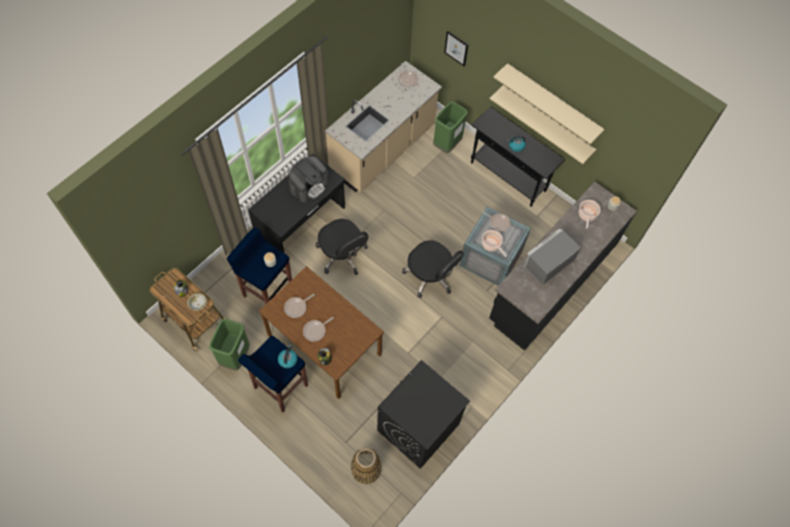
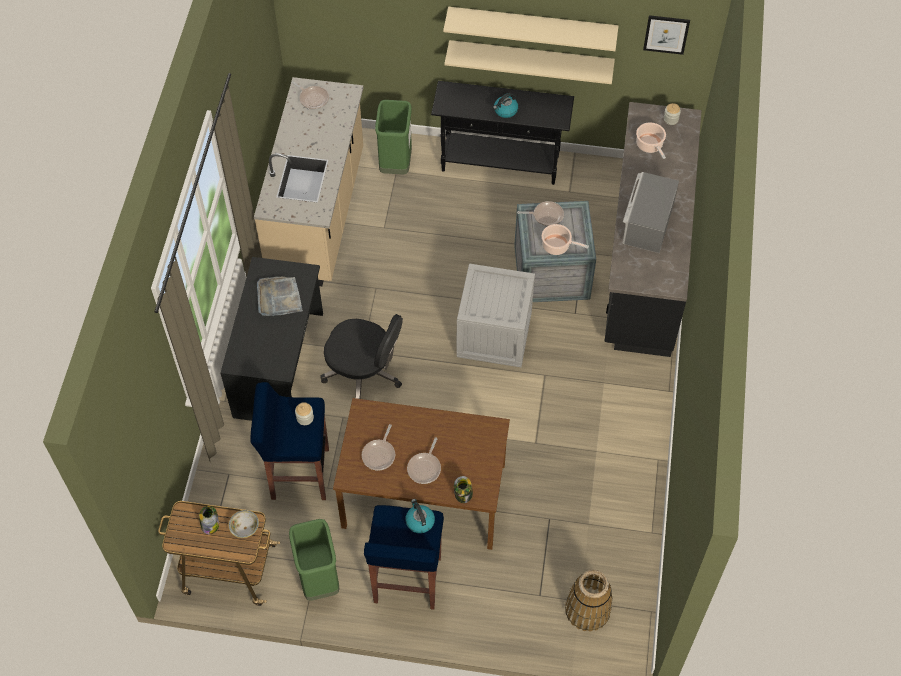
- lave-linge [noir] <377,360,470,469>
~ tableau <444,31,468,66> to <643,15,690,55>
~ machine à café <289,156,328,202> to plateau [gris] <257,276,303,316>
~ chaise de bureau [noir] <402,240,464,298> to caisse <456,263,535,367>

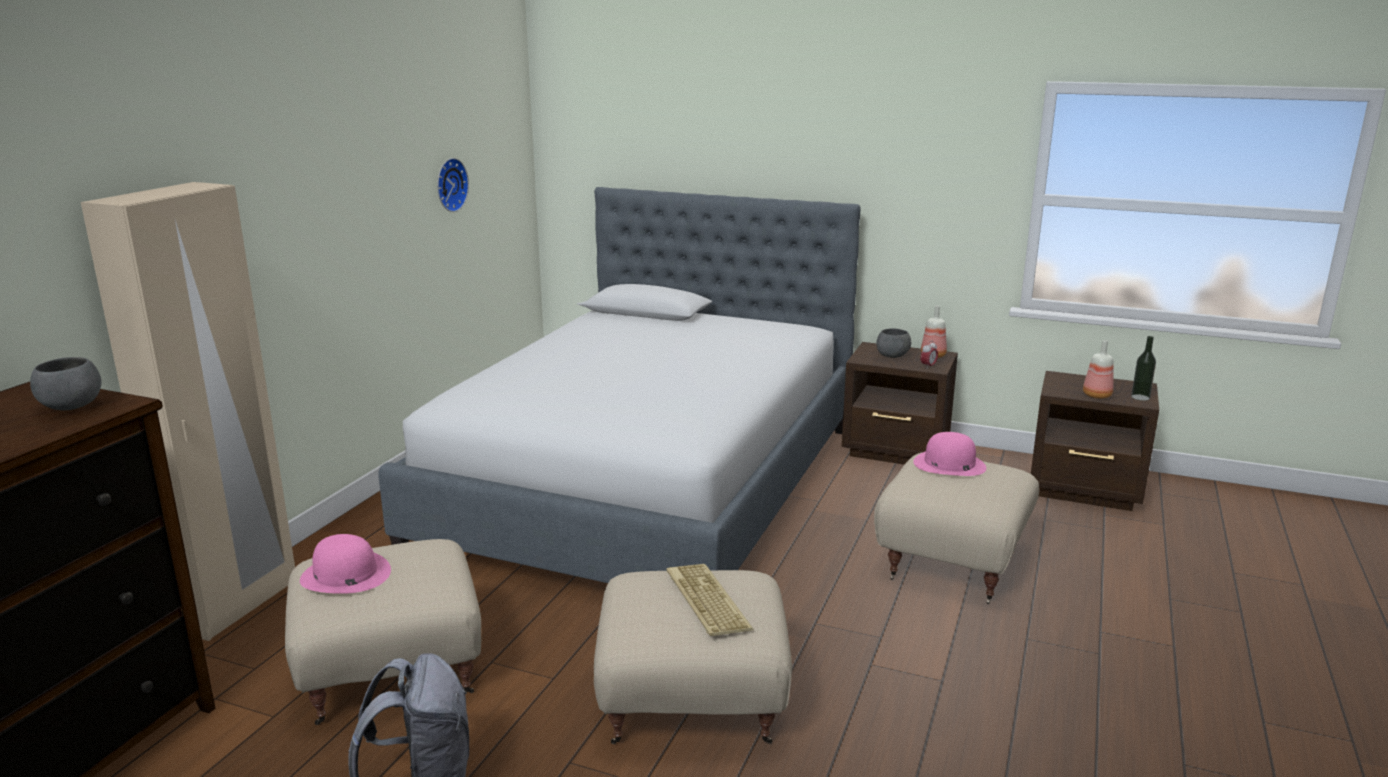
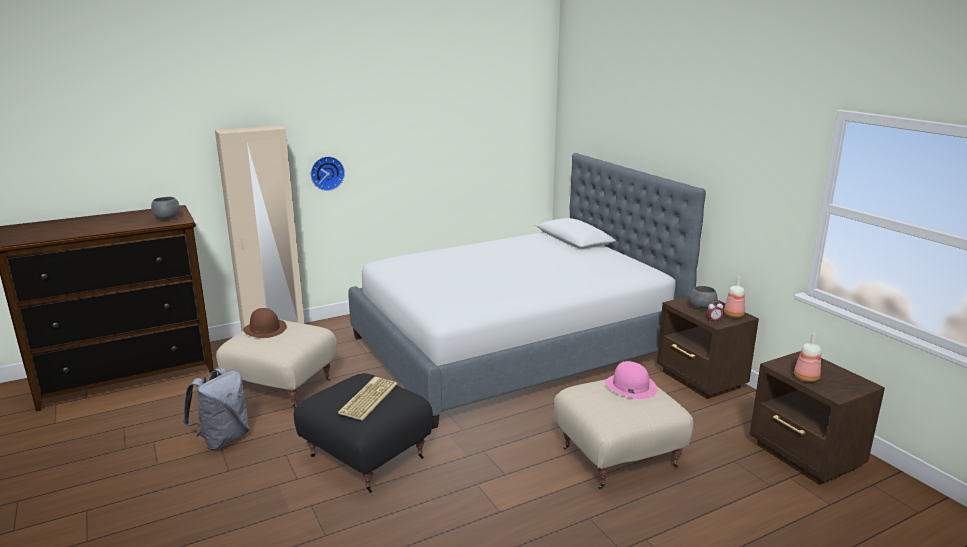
- bouteille <1131,336,1156,401>
~ horloge murale <437,158,469,212> to <311,156,345,191>
~ chapeau [rose] <300,534,391,594> to chapeau [marron] <243,308,287,338>
~ pouf [beige] <594,570,792,744> to pouf [noir] <294,373,433,493>

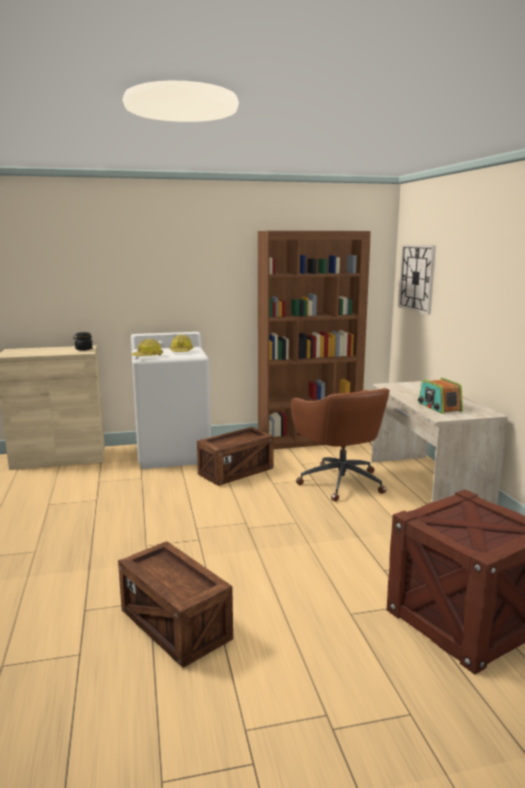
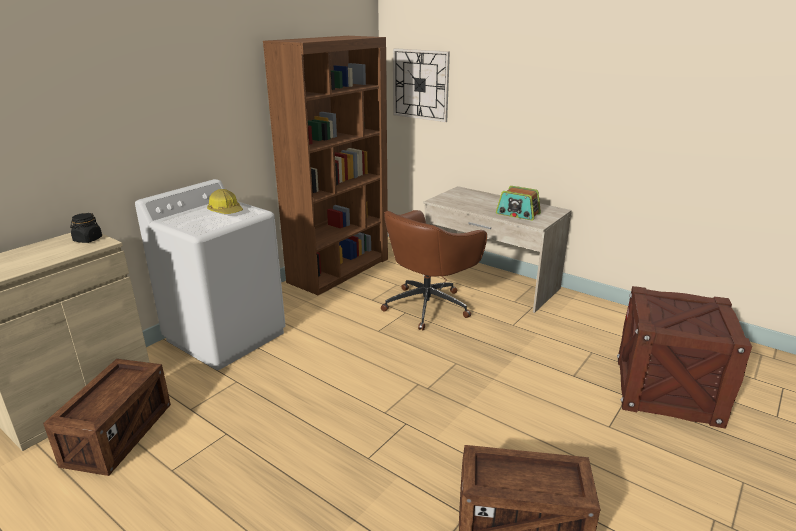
- casque de chantier <131,339,163,356>
~ caisse <197,427,274,486> to <43,359,171,476>
~ chaise de bureau [marron] <290,388,390,502> = <381,210,487,331> 105 degrees clockwise

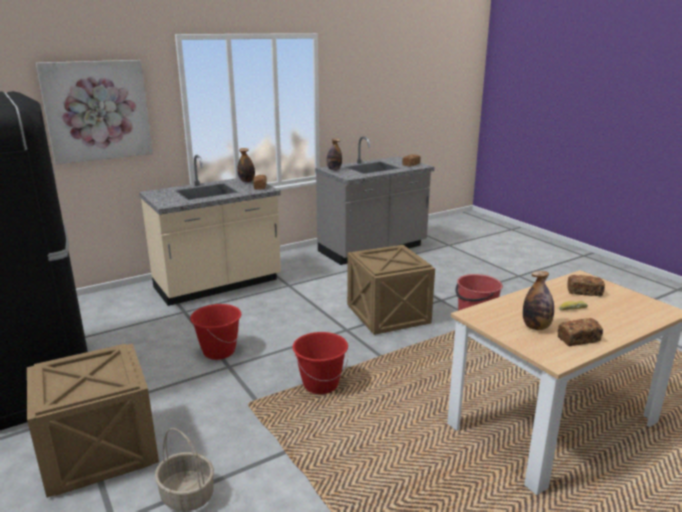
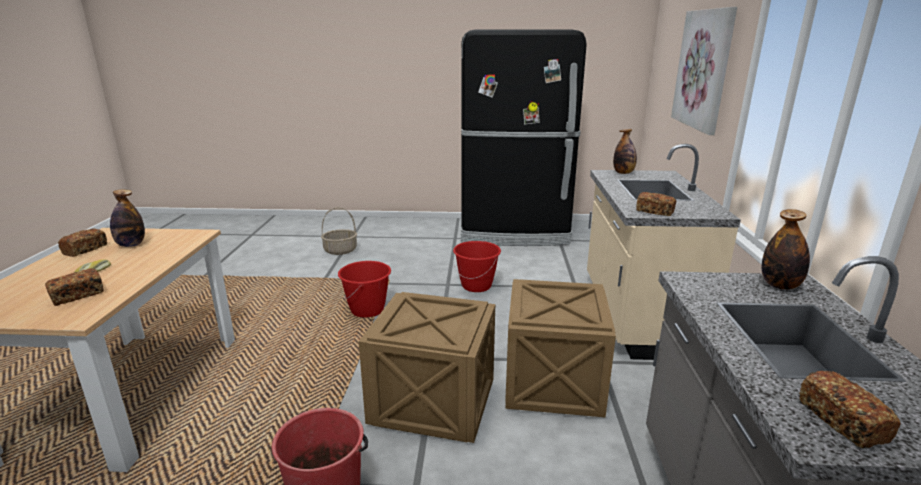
~ caisse <27,343,159,498> to <505,279,616,418>
~ bouteille <237,148,255,182> to <613,129,637,174>

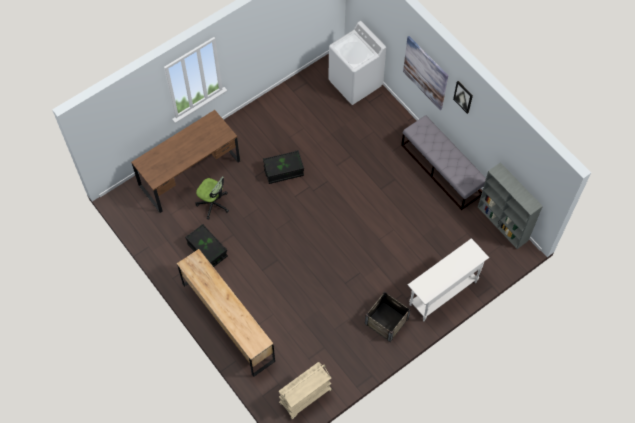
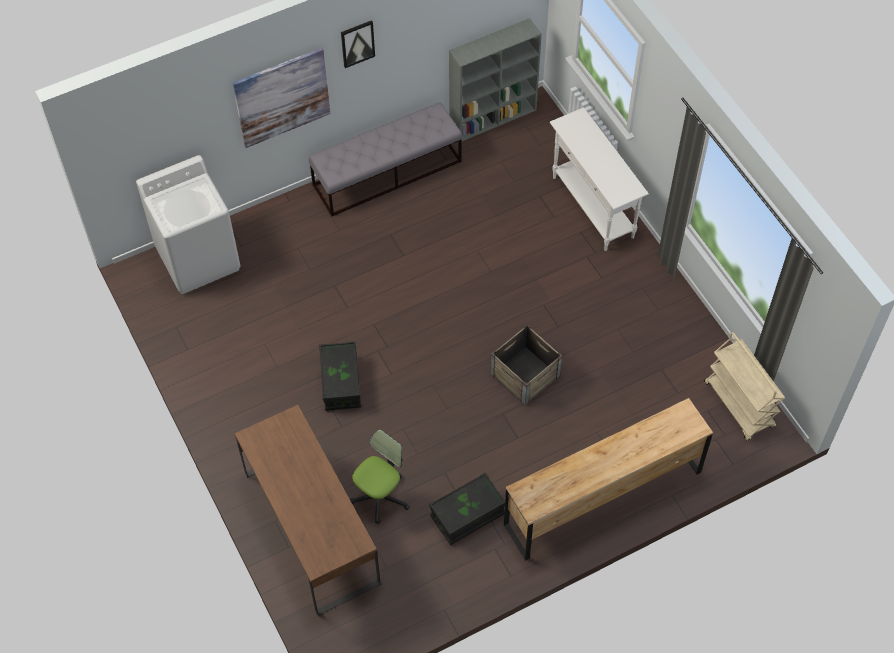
~ caisse <365,291,411,342> to <490,325,562,406>

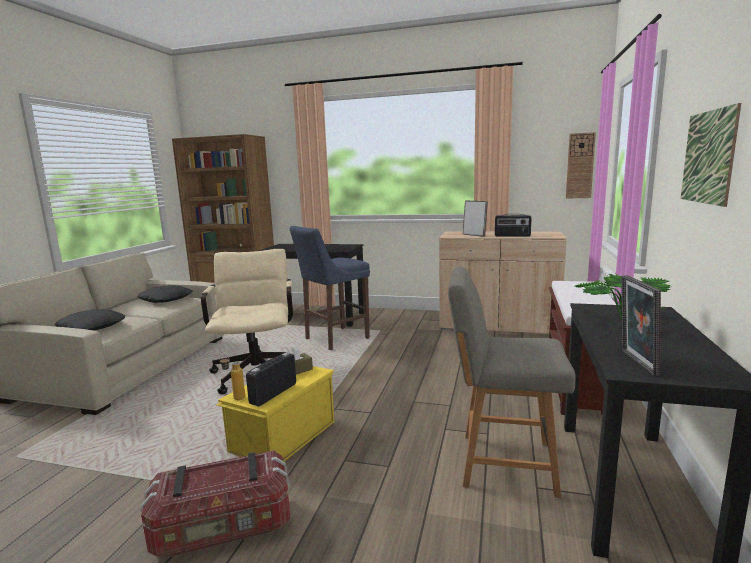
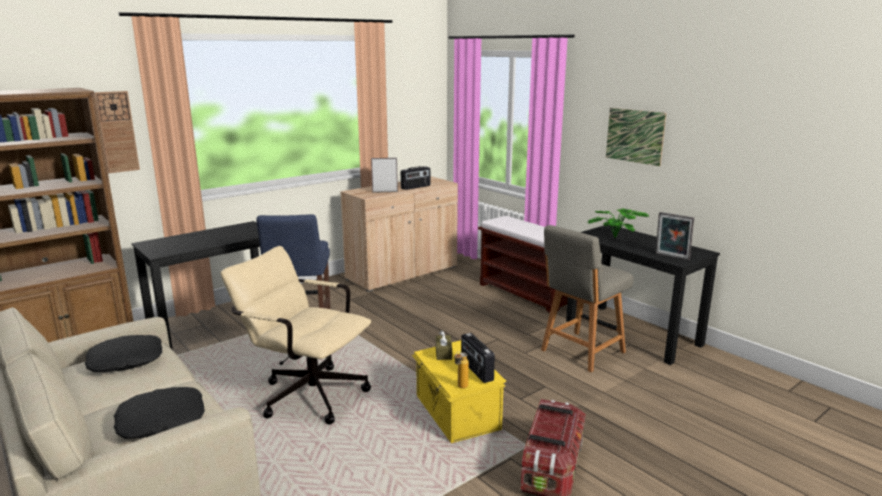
~ horloge murale <566,132,596,198> to <94,91,140,173>

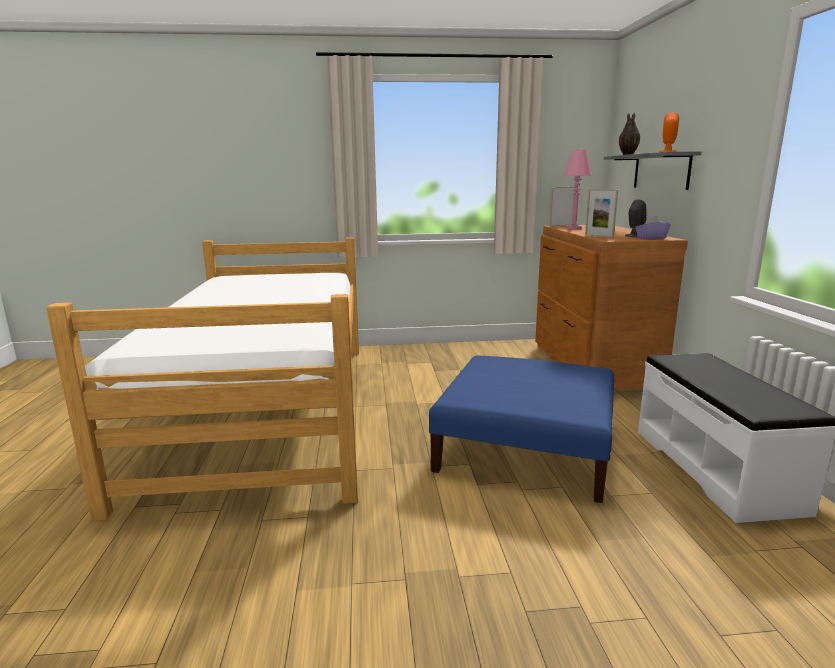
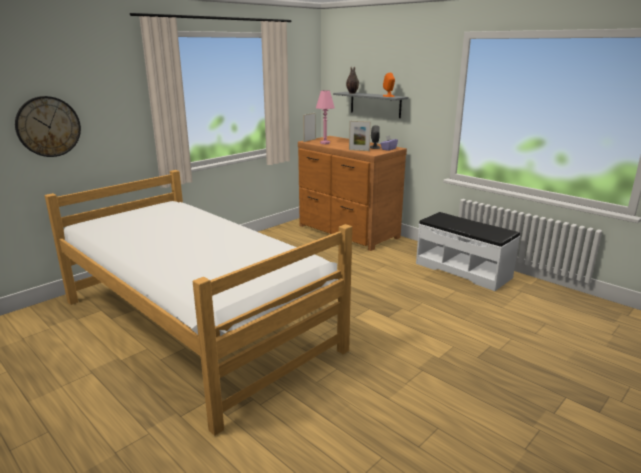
- pouf [bleu] <429,355,614,503>
+ horloge murale <15,96,81,157>

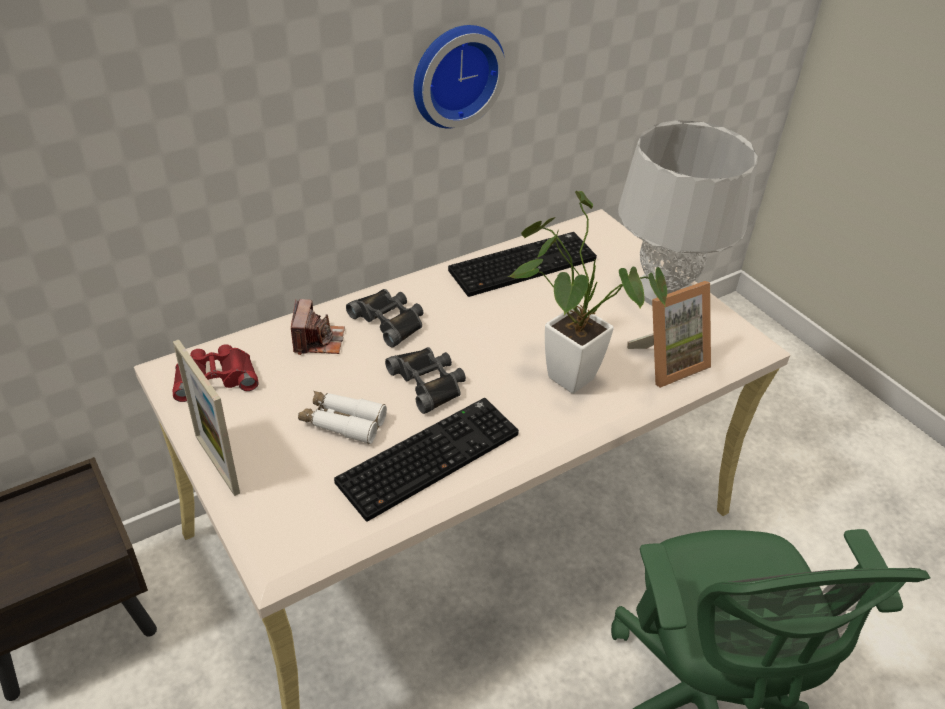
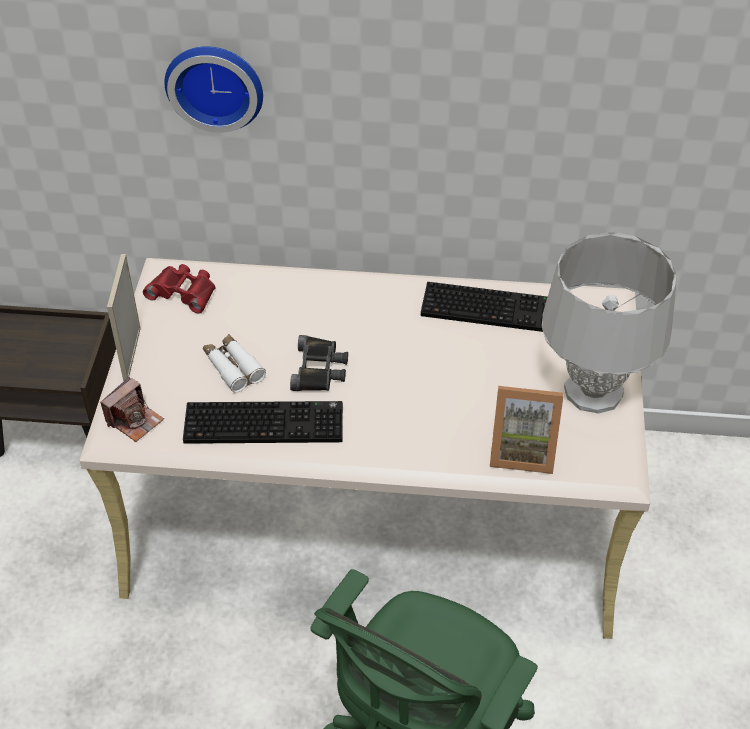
- jumelles [noir] <346,289,424,348>
- plante en pot <508,191,667,394>
~ appareil photo <291,299,345,355> to <100,377,164,442>
~ horloge murale <413,25,506,128> to <164,46,263,133>

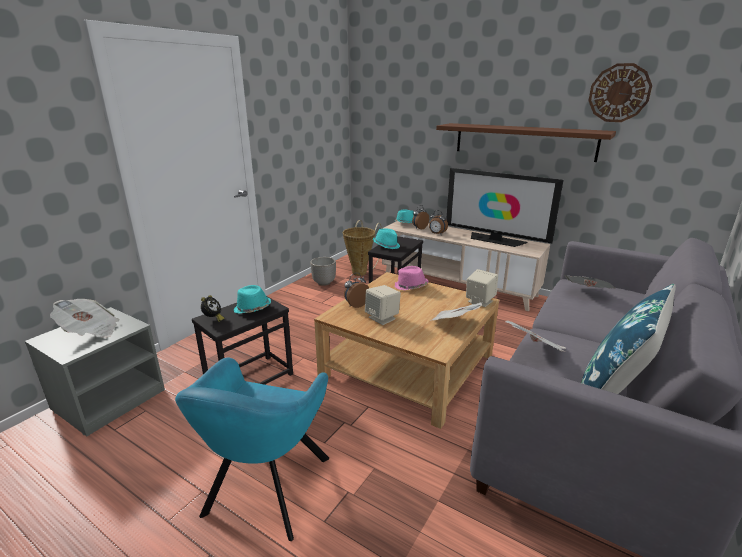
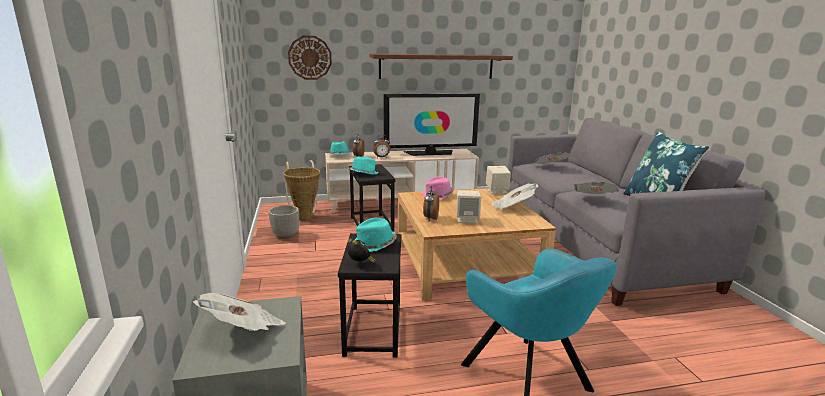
~ horloge murale <588,63,652,122> to <288,36,332,80>

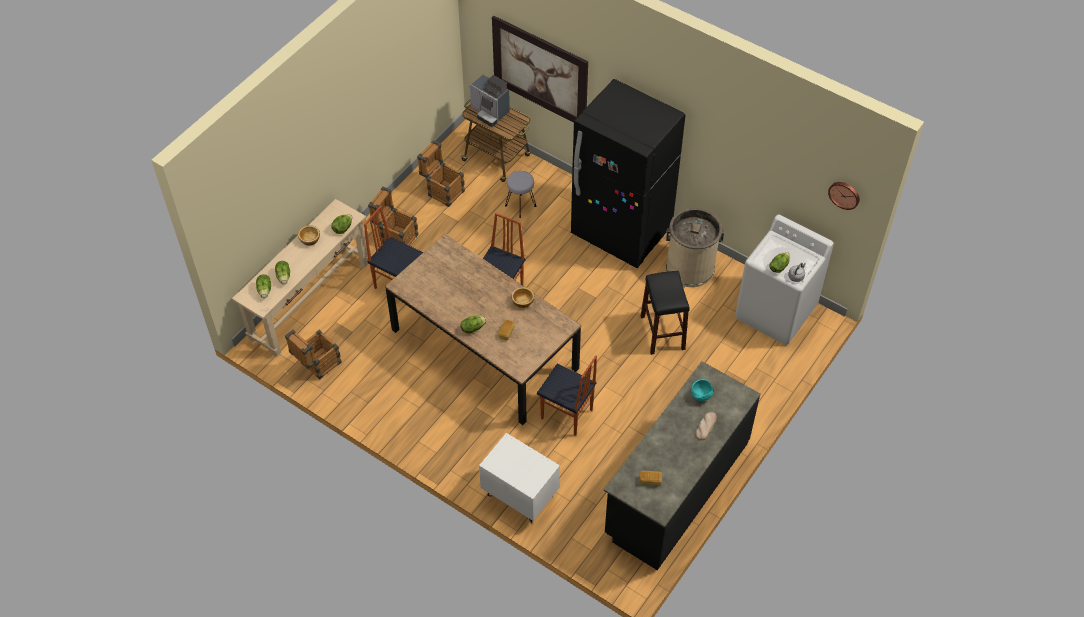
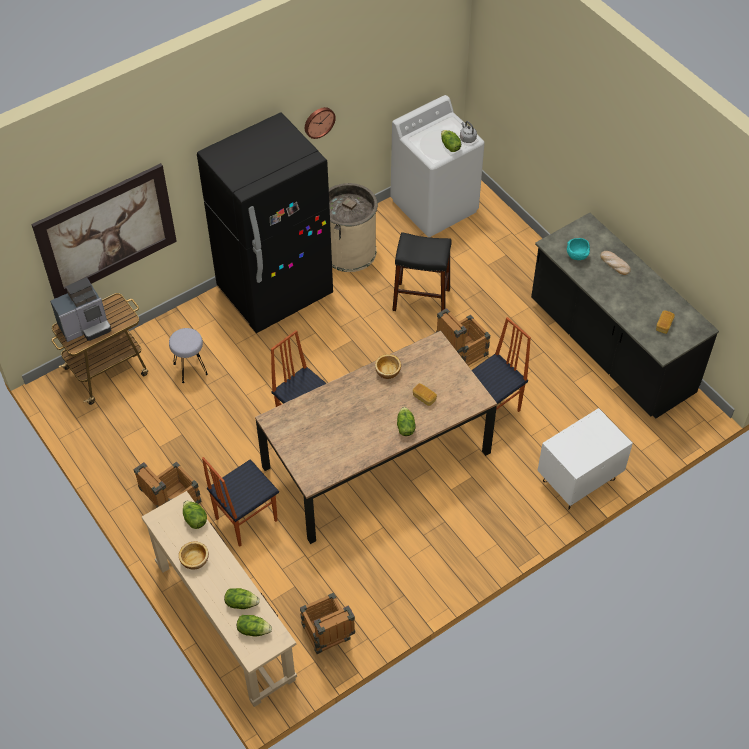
~ caisse <417,140,465,207> to <436,308,490,366>
~ horloge murale <828,182,860,210> to <305,107,336,139>

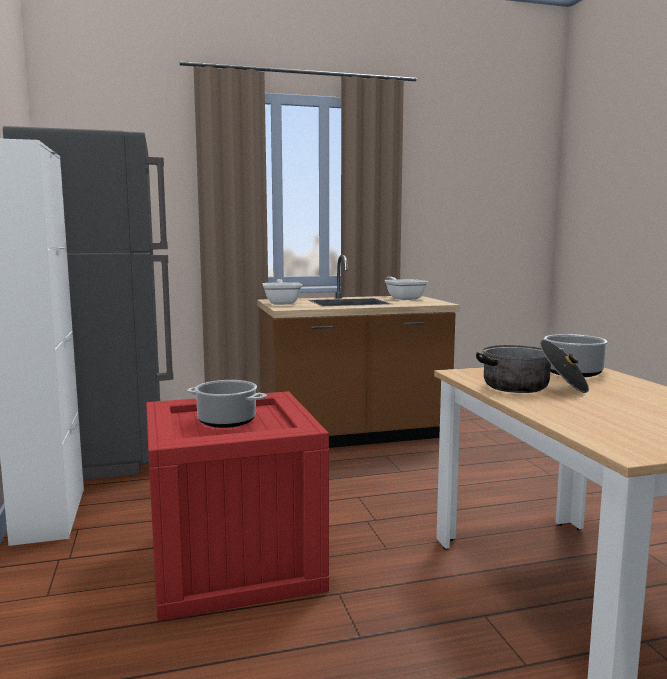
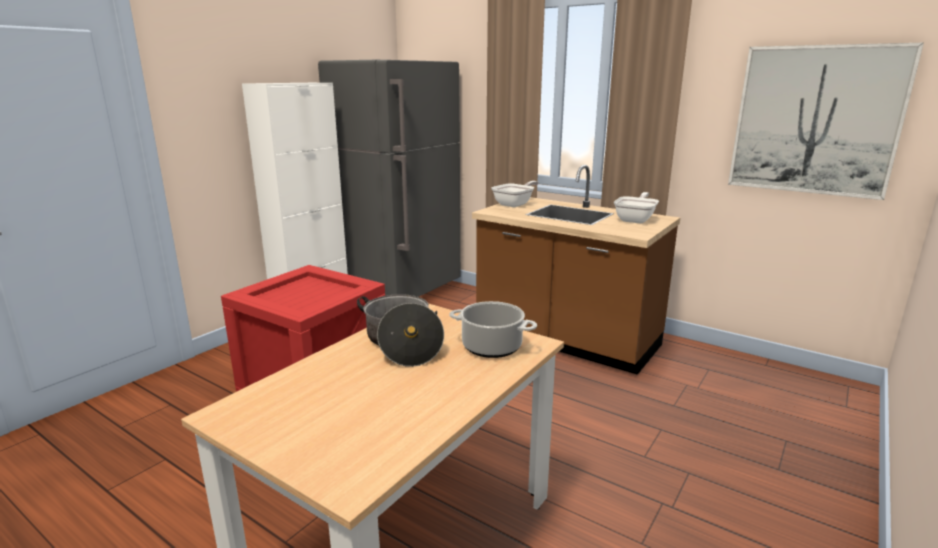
- marmite <187,380,267,428>
+ tableau <728,43,924,200>

